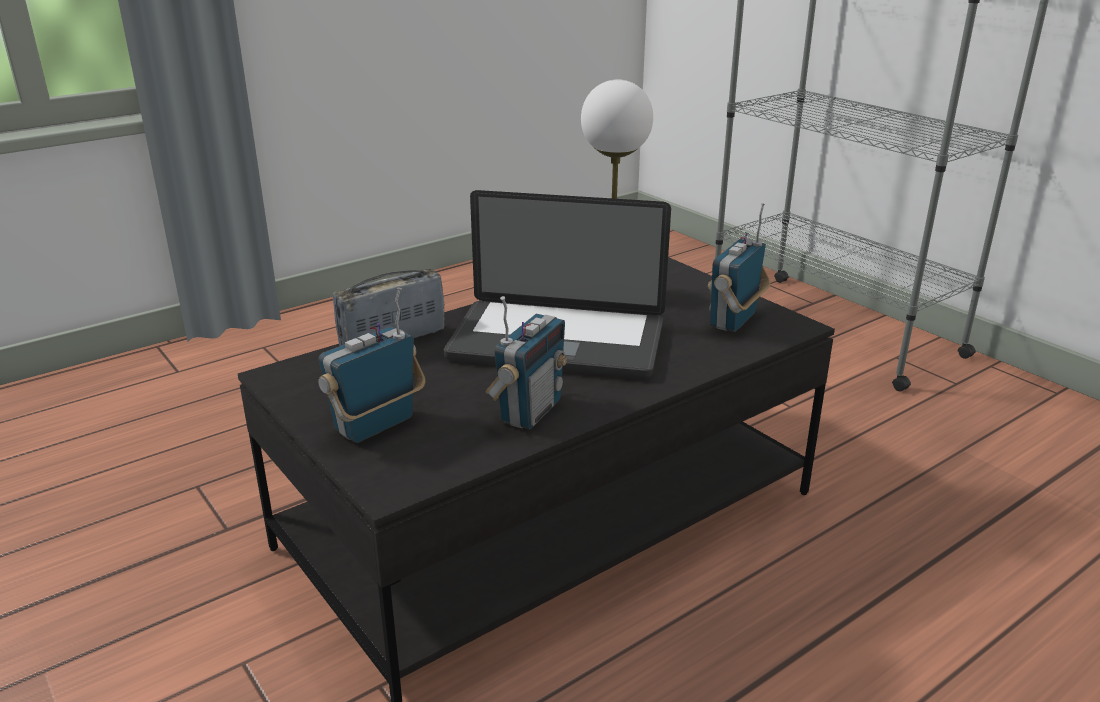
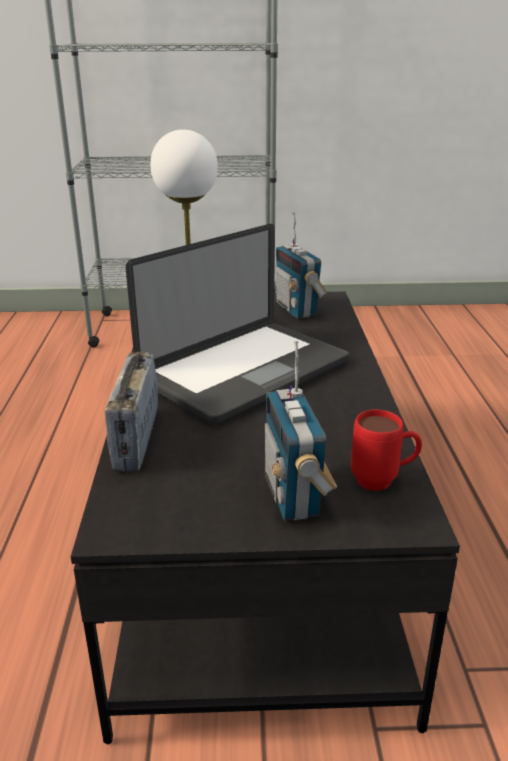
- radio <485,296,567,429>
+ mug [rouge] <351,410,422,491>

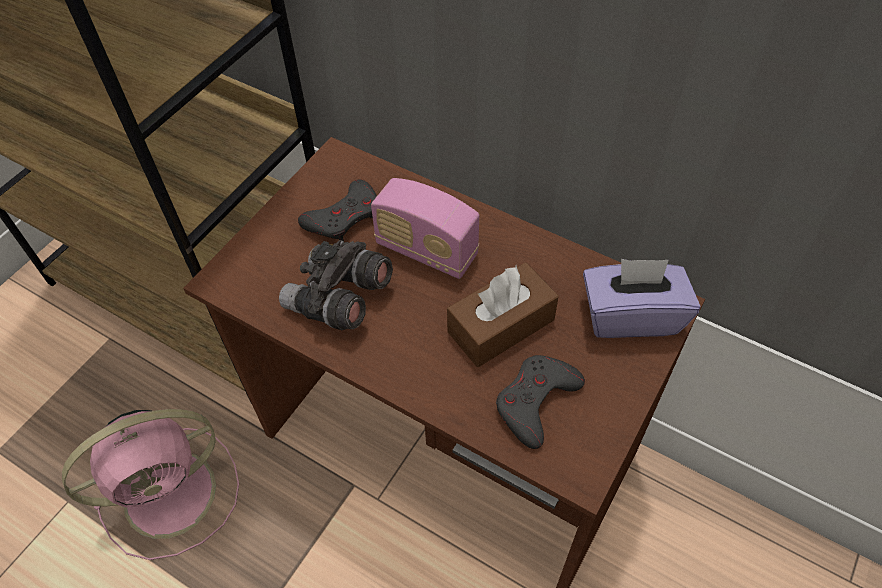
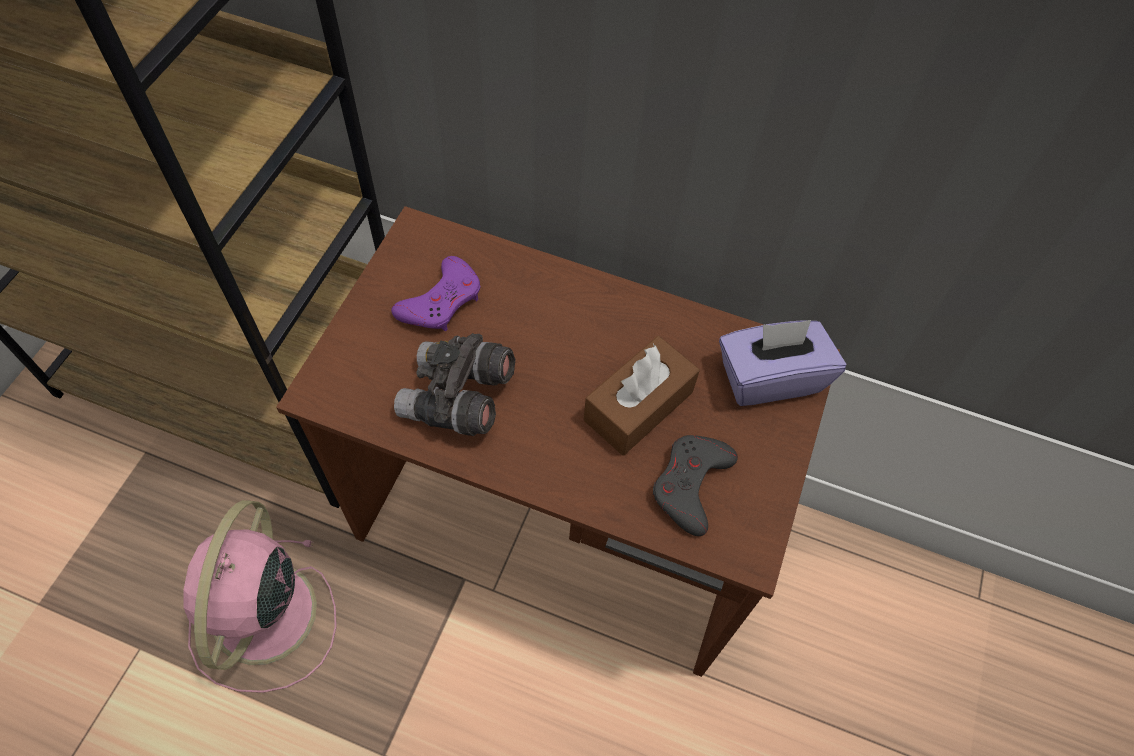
- radio <371,178,479,279>
~ manette [gris] <298,179,377,241> to manette [violet] <391,256,480,331>
~ ventilateur [rose] <62,409,239,560> = <183,500,337,693> 135 degrees clockwise

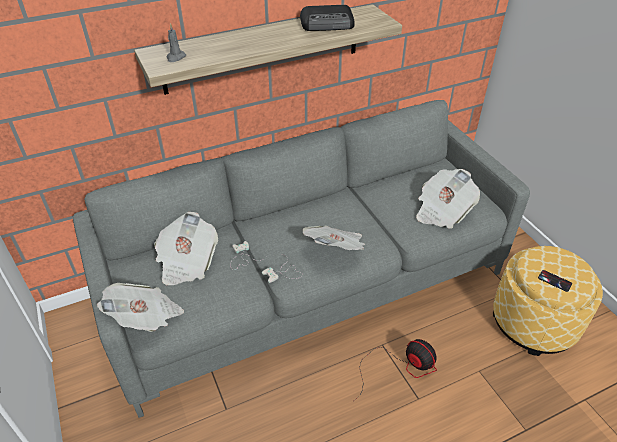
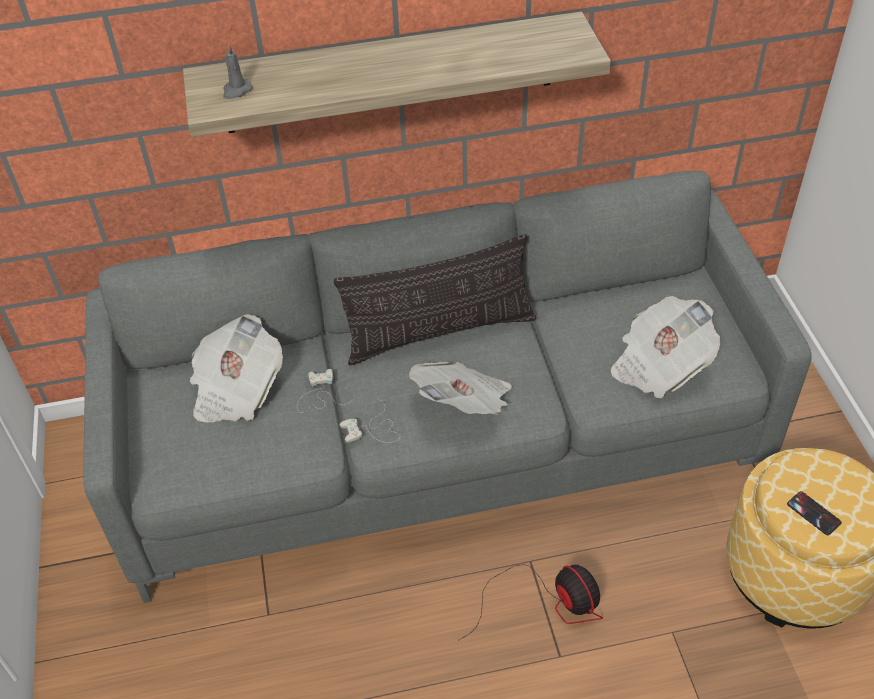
- journal <97,283,184,332>
- radio <300,5,355,31>
+ coussin <334,234,536,365>

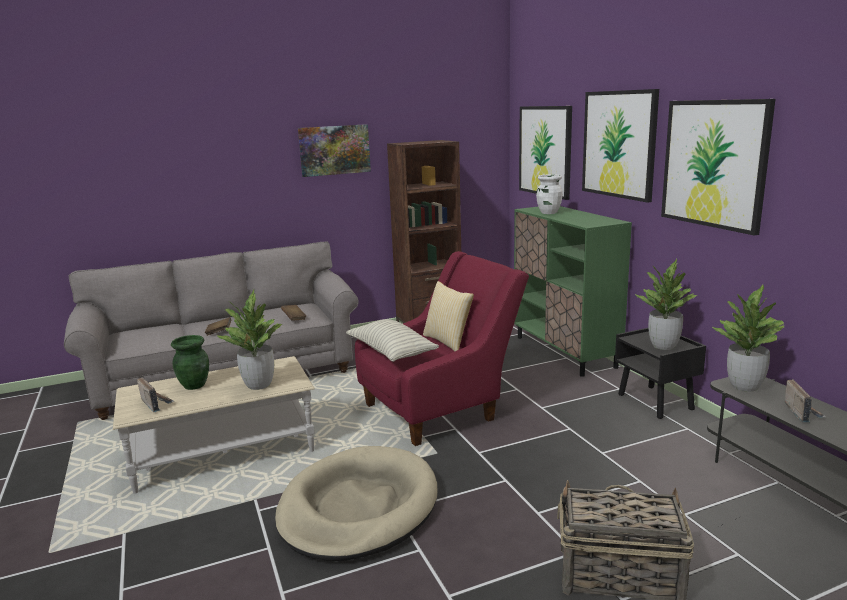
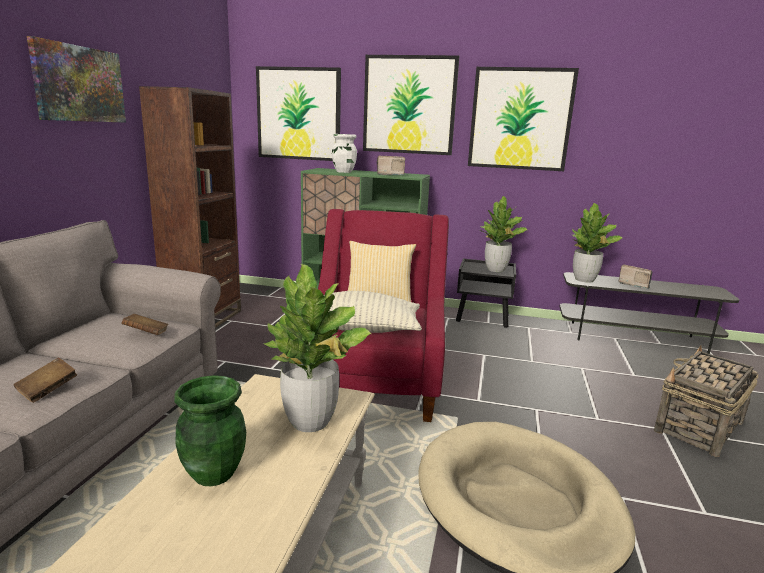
~ radio <137,377,174,412> to <377,156,405,175>

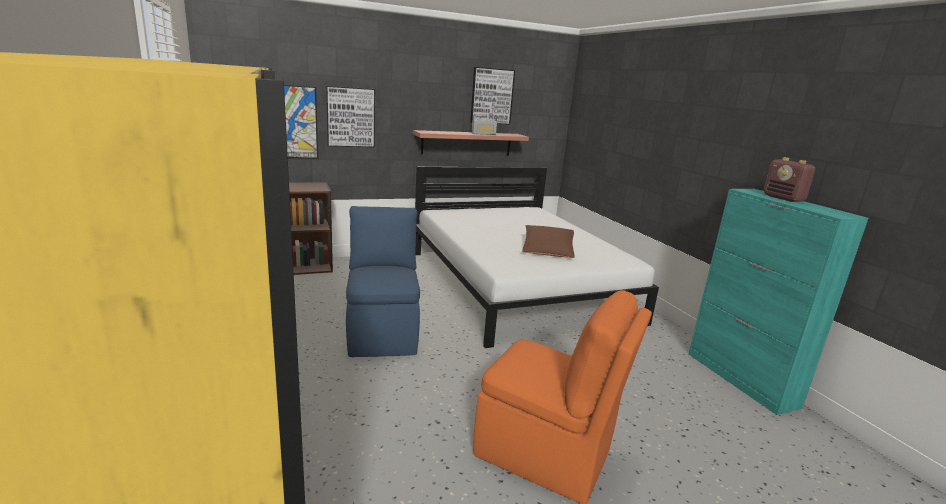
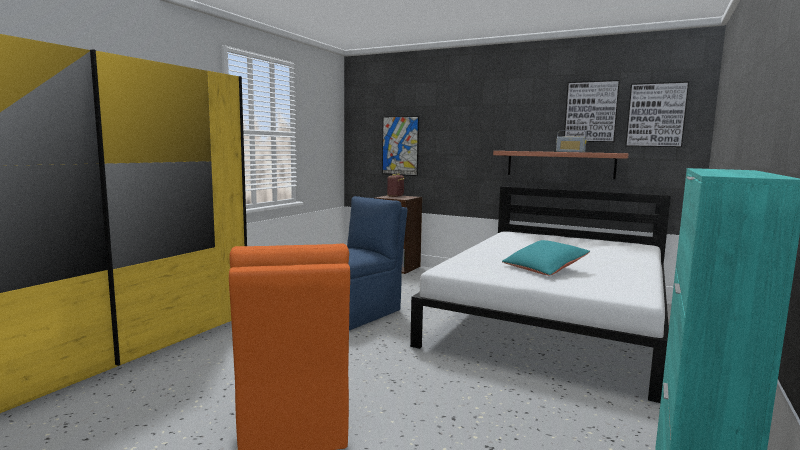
~ tableau <326,86,375,147> to <625,81,689,147>
~ radio <764,157,815,202> to <387,174,405,197>
~ coussin [marron] <522,225,575,258> to coussin [turquoise] <502,240,590,276>

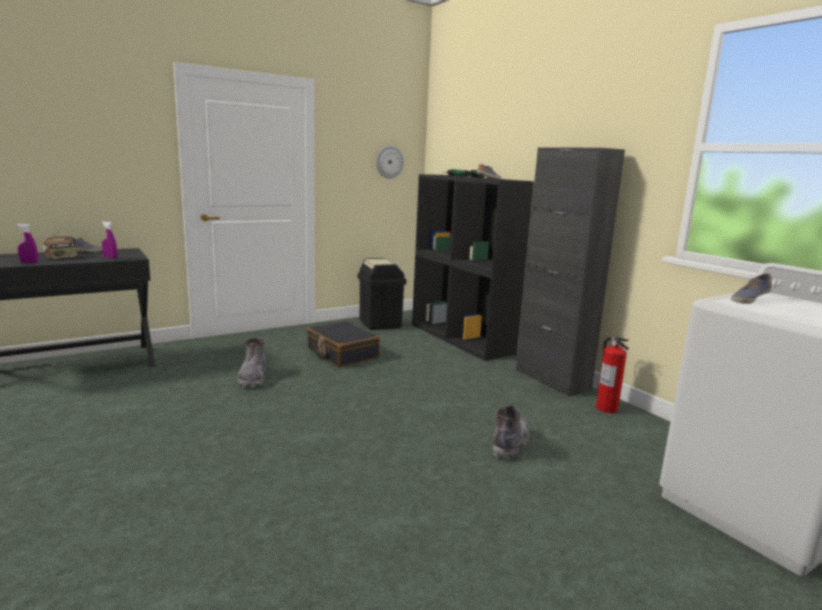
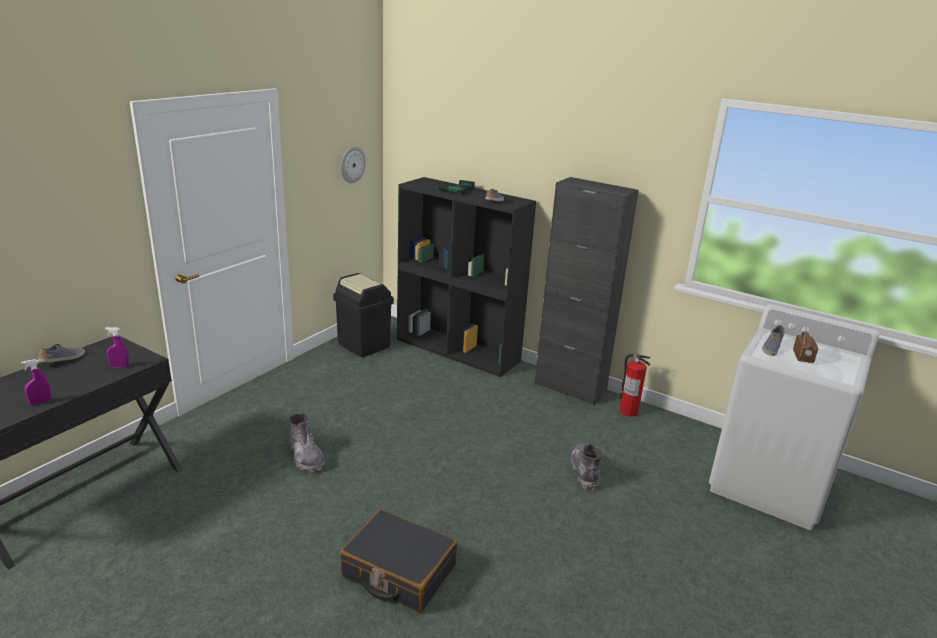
~ radio <43,227,78,259> to <793,324,818,363>
~ valise [noir] <307,321,380,367> to <339,509,457,613>

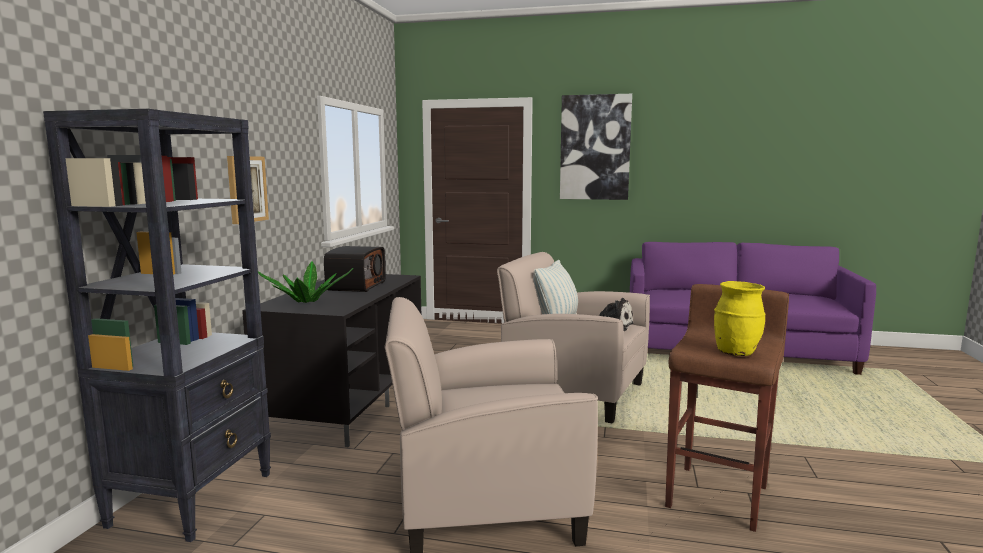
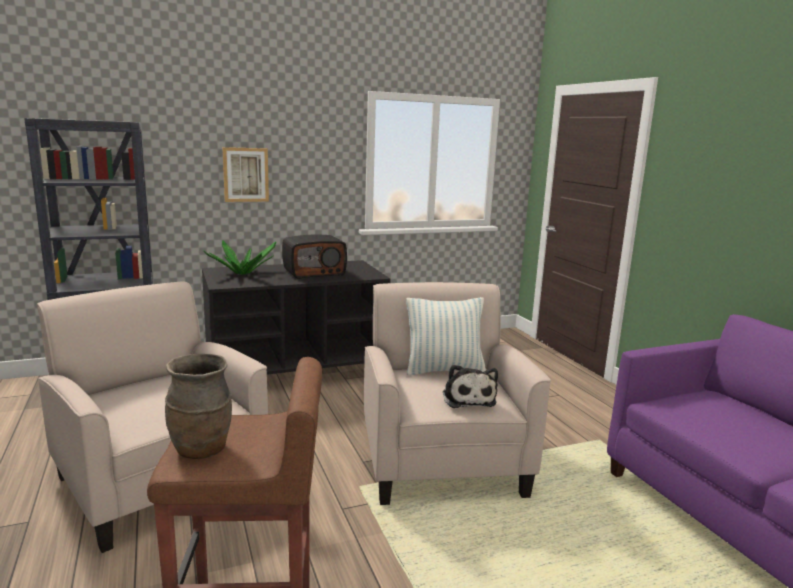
- tableau <560,94,632,200>
~ vase [jaune] <714,281,765,356> to vase [marron] <165,354,232,459>

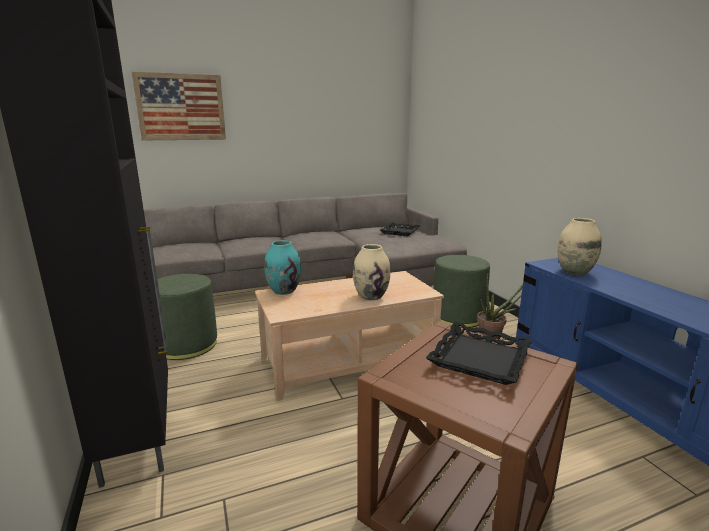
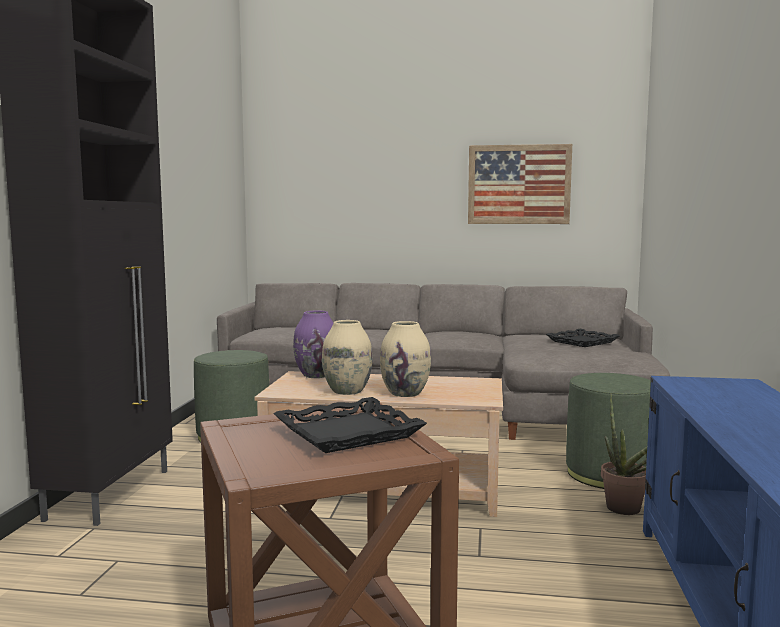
~ tableau <131,71,226,140> to <468,144,572,224>
~ vase [beige] <558,218,602,275> to <322,320,372,395>
~ vase [turquoise] <264,240,301,295> to vase [violet] <293,310,334,378>

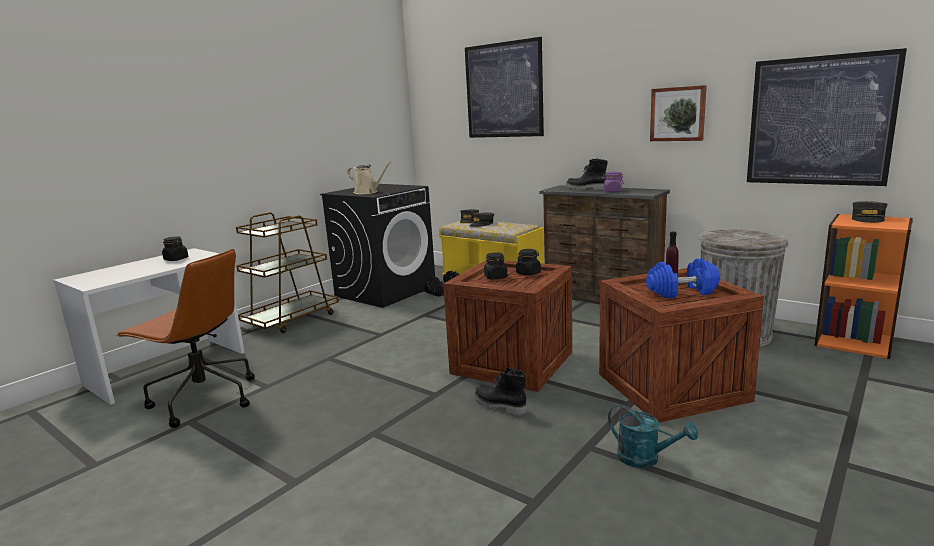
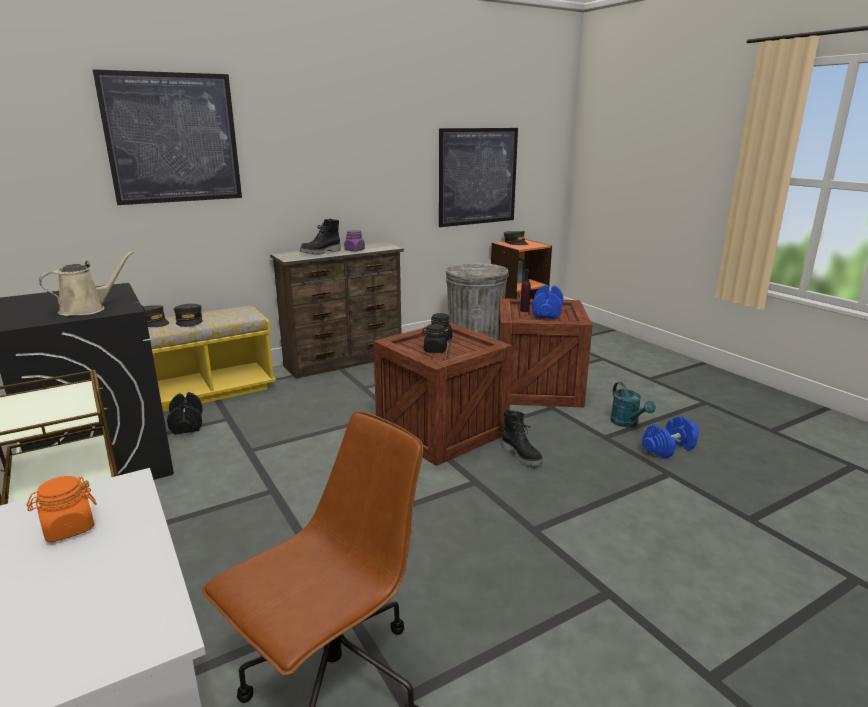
- tableau <650,85,707,141>
+ haltère [bleu] <642,416,699,459>
~ bocal [noir] <162,236,188,261> to bocal [orange] <27,476,97,542>
~ botte [noir] <475,367,527,416> = <501,410,542,466> 90 degrees counterclockwise
~ arrosoir [turquoise] <608,404,698,468> = <610,382,655,428> 105 degrees clockwise

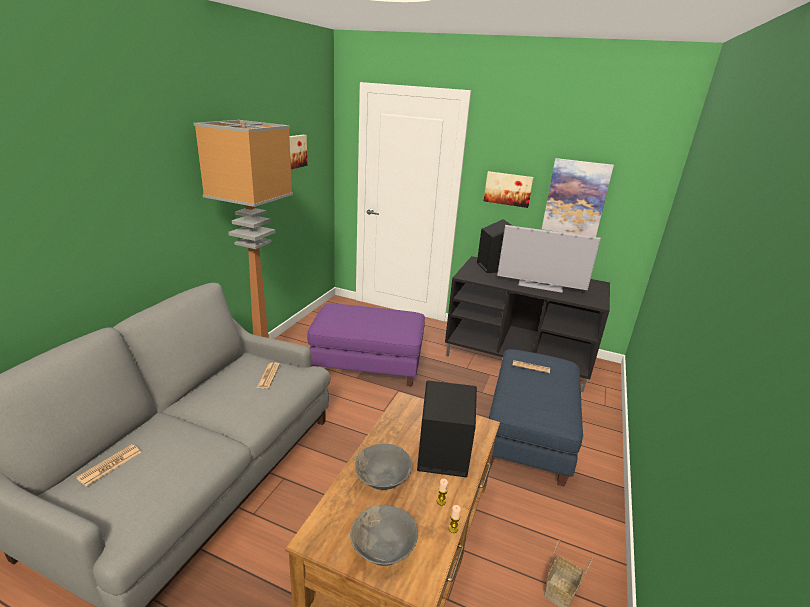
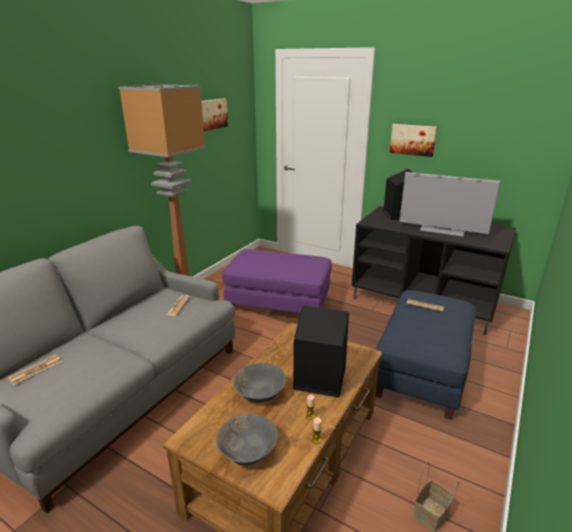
- tableau <542,158,614,237>

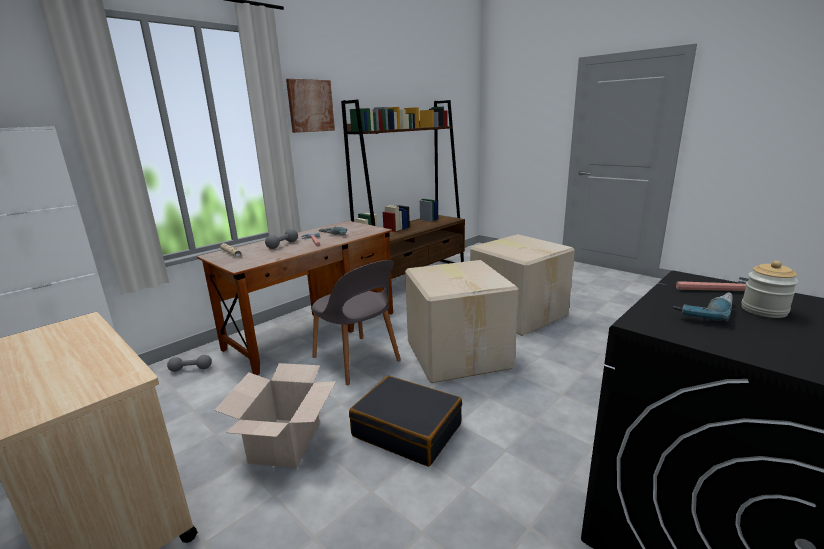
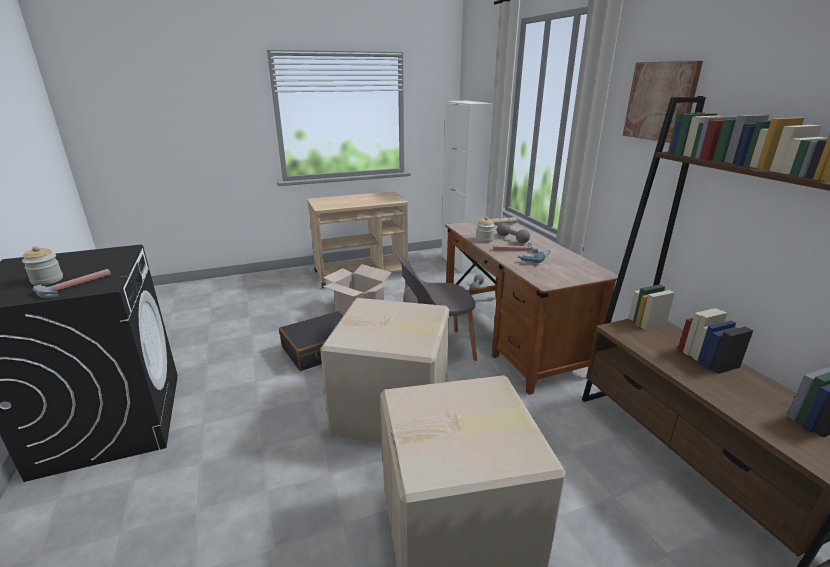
- perceuse <673,292,733,321>
+ bocal <476,217,495,243>

